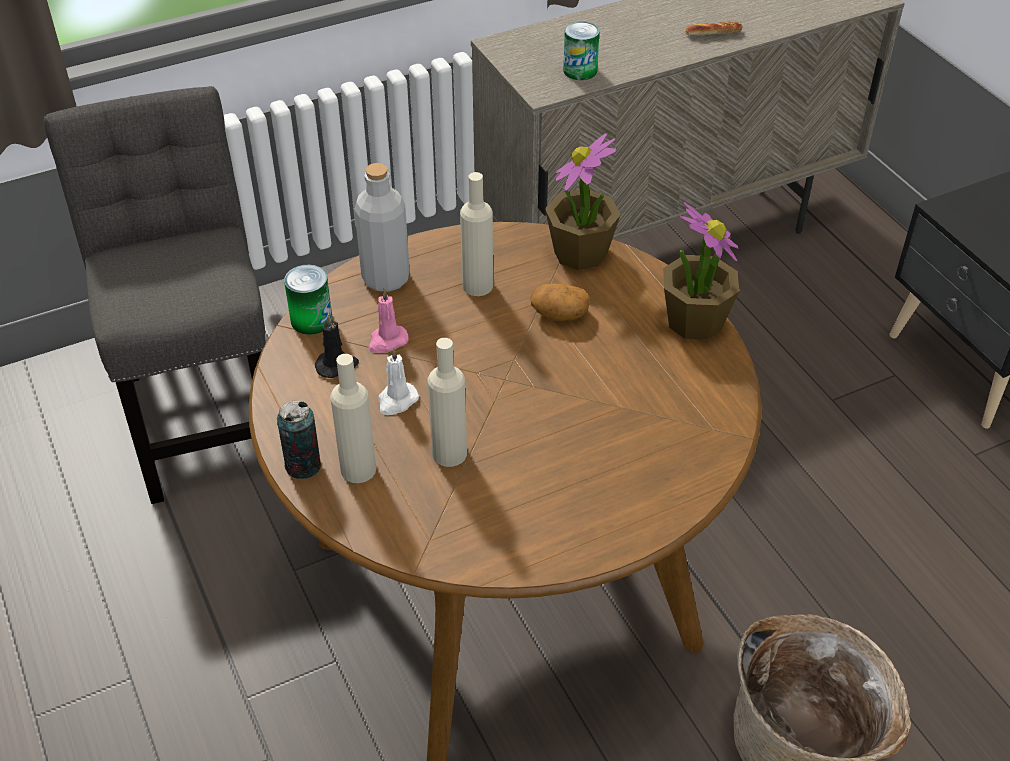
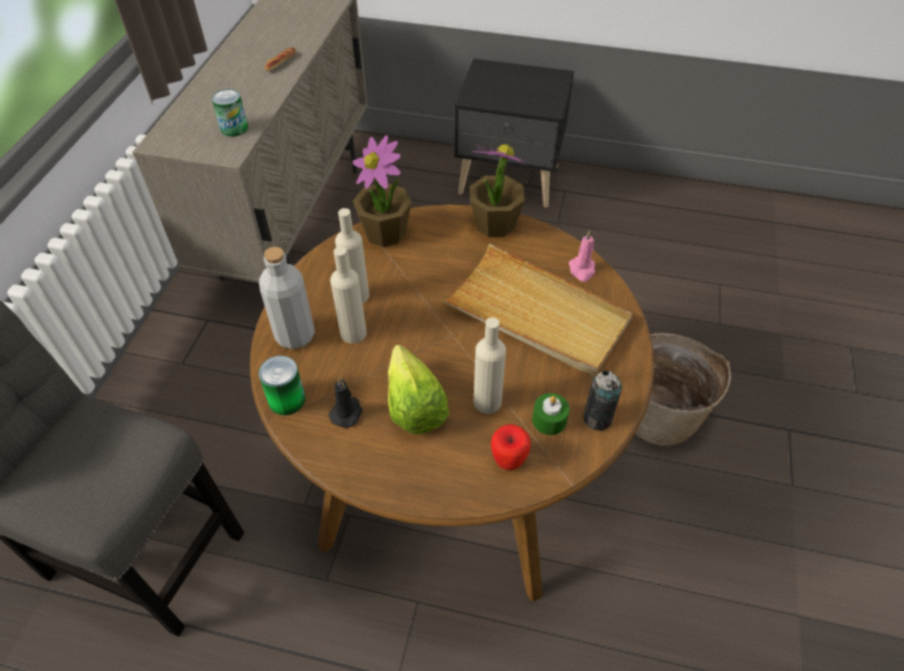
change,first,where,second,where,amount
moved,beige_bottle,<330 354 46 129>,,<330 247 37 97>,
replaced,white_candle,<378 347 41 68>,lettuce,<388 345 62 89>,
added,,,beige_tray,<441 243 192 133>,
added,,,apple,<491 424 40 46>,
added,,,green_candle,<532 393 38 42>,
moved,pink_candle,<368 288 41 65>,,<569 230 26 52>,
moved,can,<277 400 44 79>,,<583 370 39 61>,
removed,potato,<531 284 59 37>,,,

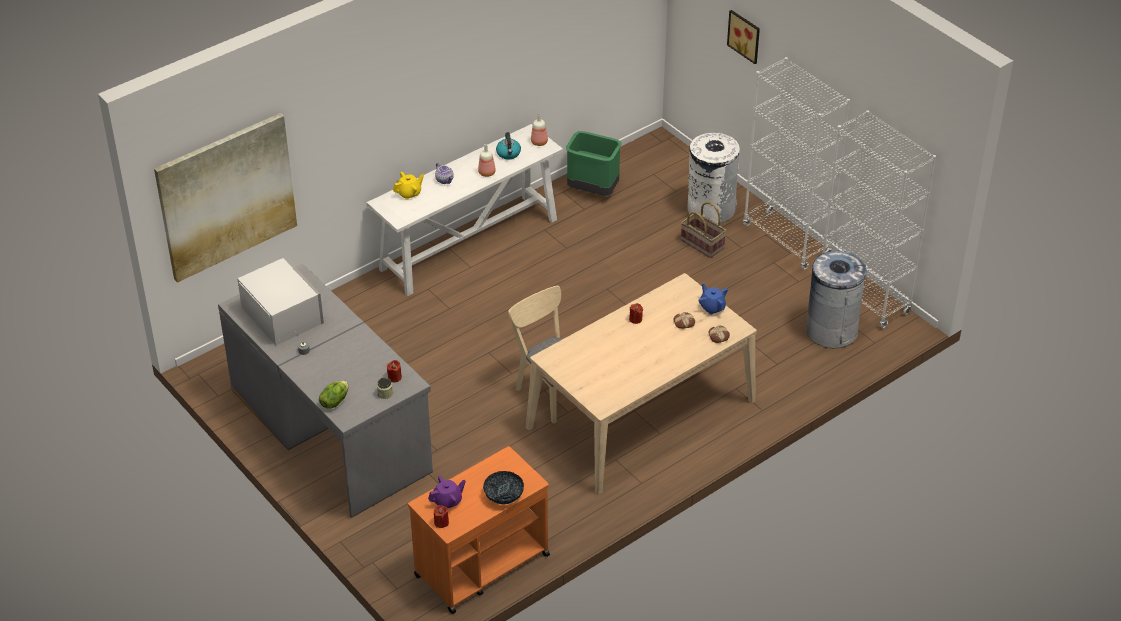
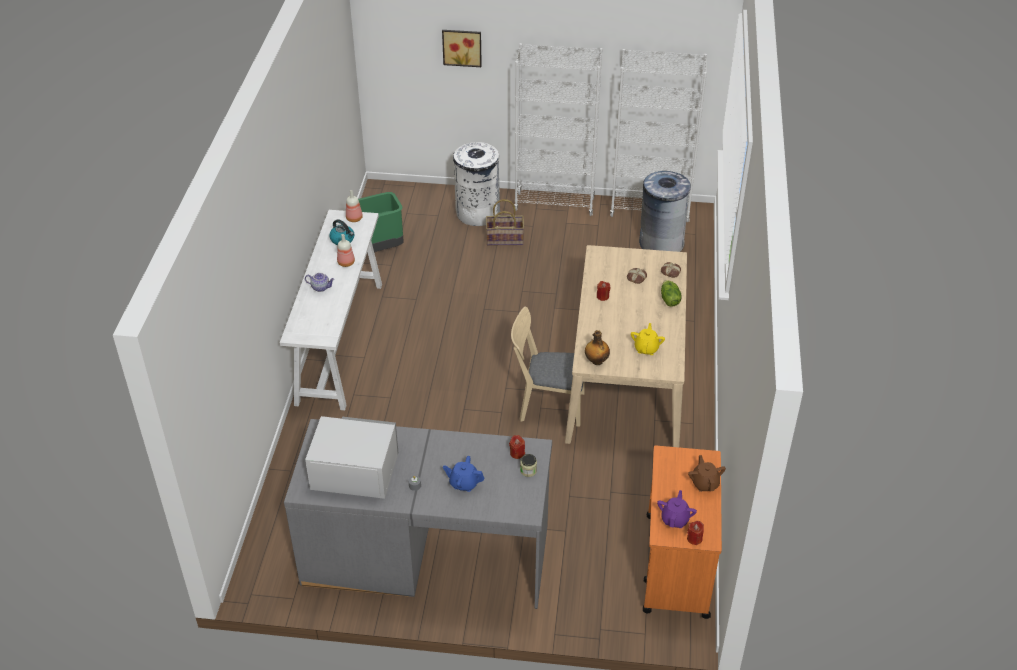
change,first,where,second,where,amount
moved,blue_teapot,<699 283 29 32>,,<443 456 41 36>,
added,,,bottle,<585 330 25 35>,
moved,yellow_teapot,<393 172 31 28>,,<631 323 34 32>,
moved,lettuce,<319 381 30 28>,,<661 280 21 27>,
replaced,bowl,<483 471 41 33>,brown_teapot,<688 455 38 37>,
removed,picture,<154 113 143 170>,,,

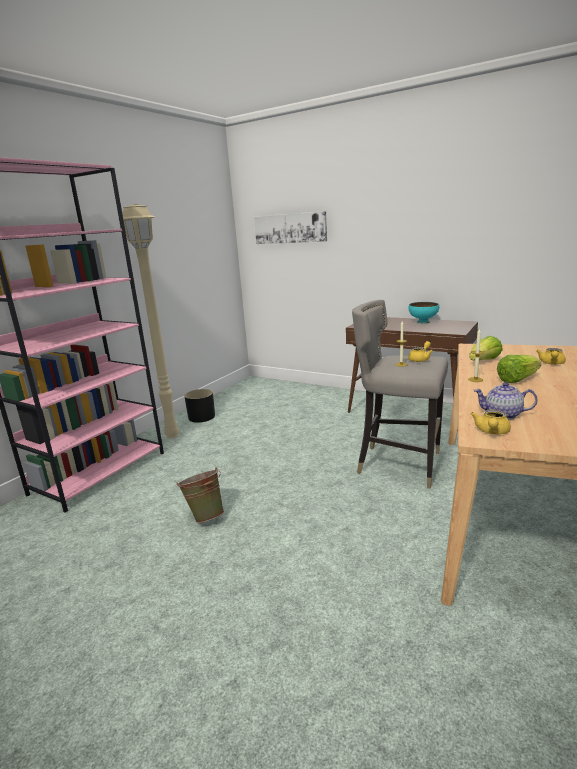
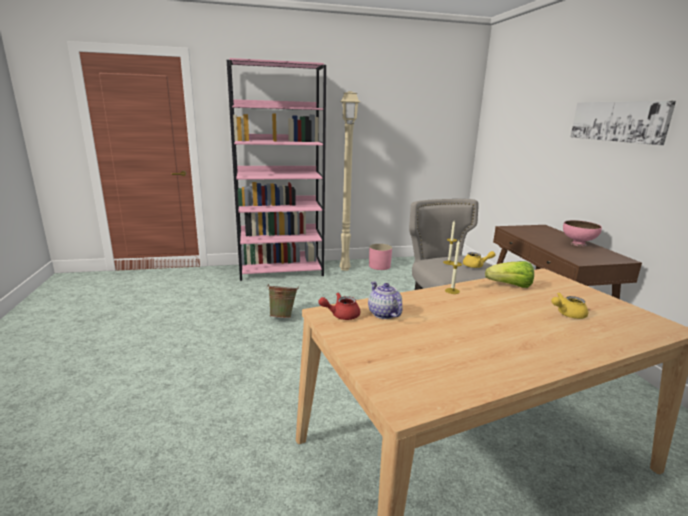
change,first,where,second,where,amount
recoloured,yellow_teapot,<471 409 40 26>,red_teapot,<318 293 42 27>,
recoloured,black_planter,<184 389 31 34>,pink_planter,<369 244 23 26>,
recoloured,turquoise_bowl,<408 302 31 22>,pink_bowl,<563 220 39 27>,
moved,picture,<254 211 73 33>,,<571 101 105 44>,
removed,lettuce,<497 355 44 28>,,,

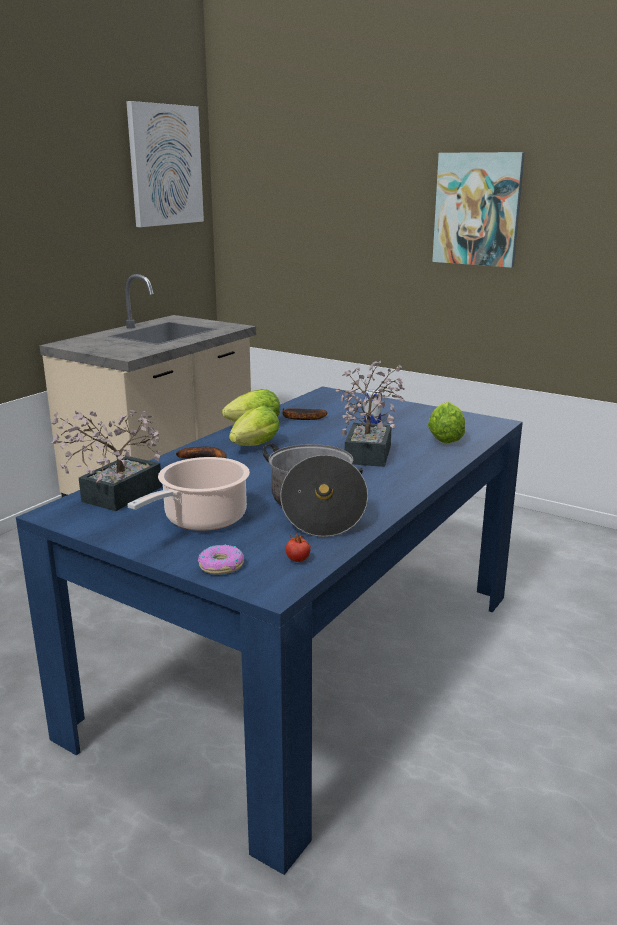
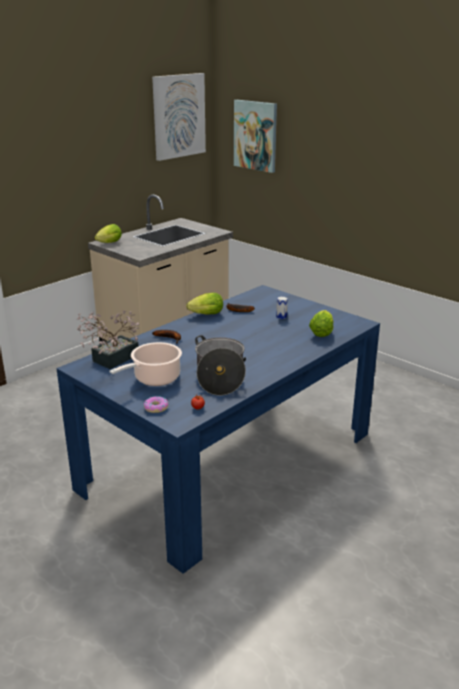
change,first,where,second,where,amount
moved,lettuce,<229 405 51 41>,,<95 224 27 19>,
moved,picture,<432 152 93 116>,,<234 100 43 73>,
removed,potted_plant,<335 361 70 106>,,,

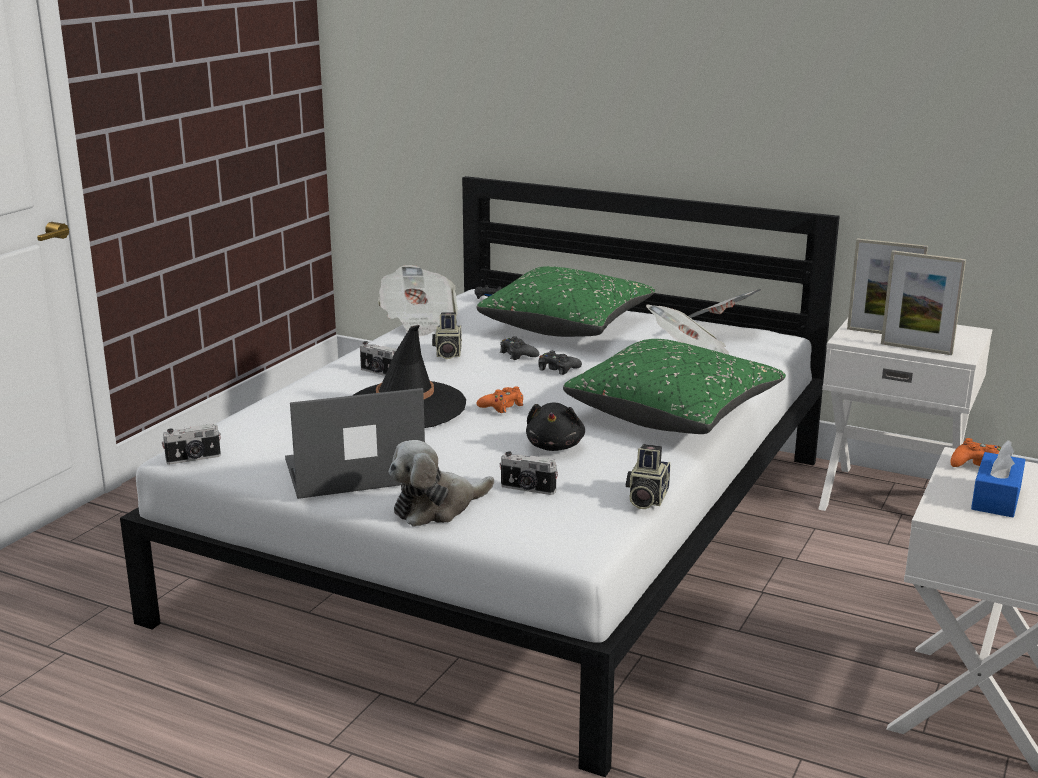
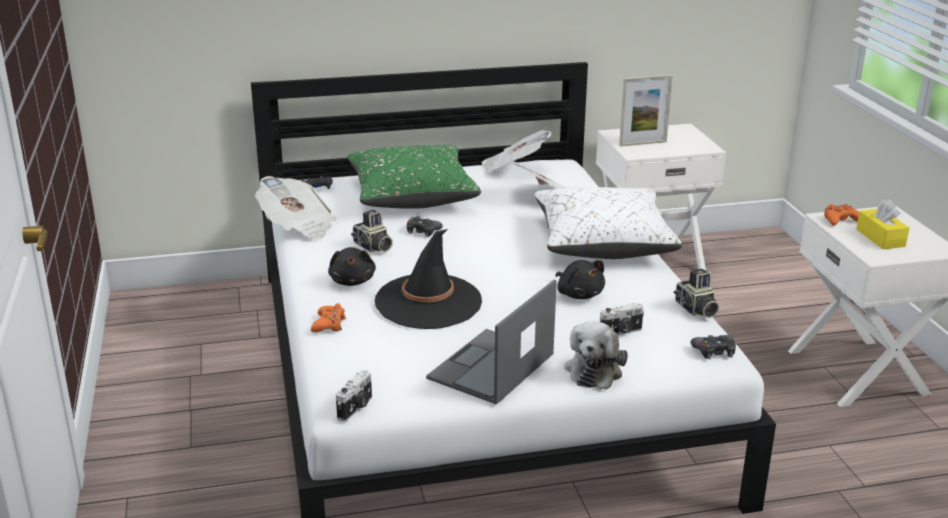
change,first,where,second,where,amount
moved,orange_game_controller,<477 386 46 27>,,<311 303 35 29>,
replaced,photo_camera,<360 341 37 35>,black_plush_toy,<328 247 48 39>,
recoloured,green_pillow,<563 339 223 95>,white_pillow,<534 187 148 72>,
moved,black_game_controller,<538 351 44 24>,,<691 335 45 24>,
recoloured,blue_tissue_box,<971 440 54 77>,yellow_tissue_box,<856 200 53 49>,
removed,picture_frame,<881 250 85 105>,,,

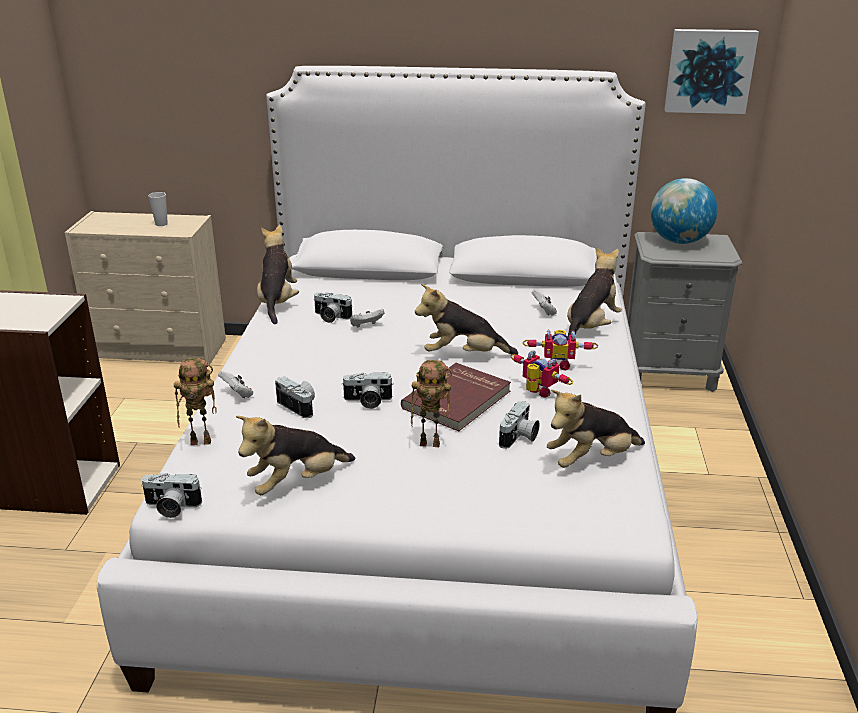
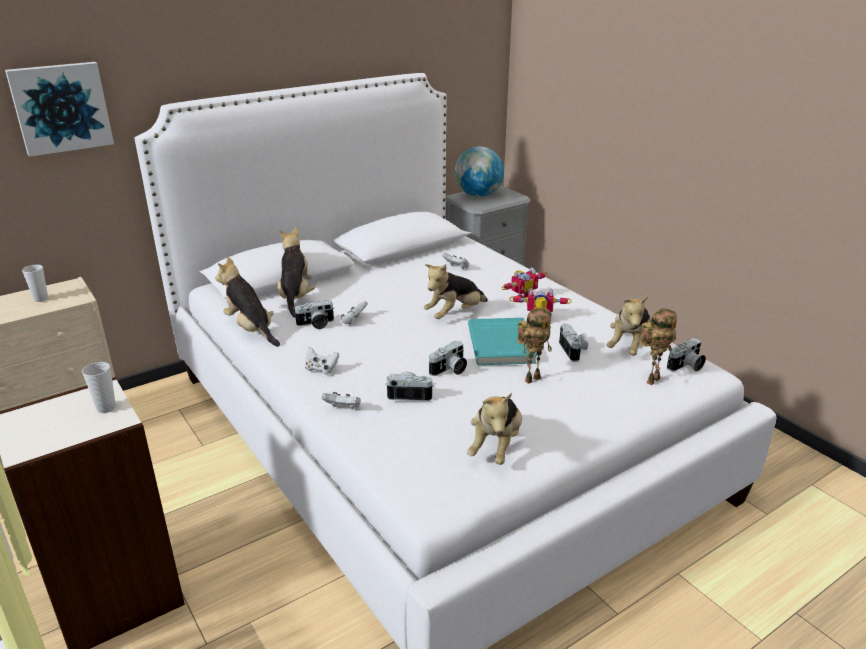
change,first,where,second,where,amount
moved,picture,<664 29 95 85>,,<5 62 109 95>,
added,,,cup,<82 362 34 51>,
moved,plush_toy,<567 247 55 90>,,<277 227 38 91>,
added,,,white_game_controller,<305 347 34 27>,
recoloured,red_book,<401 363 110 68>,turquoise_book,<468 318 69 47>,
moved,toy_robot,<174 358 43 87>,,<639 308 38 77>,
moved,photo_camera,<141 473 61 45>,,<667 338 39 34>,

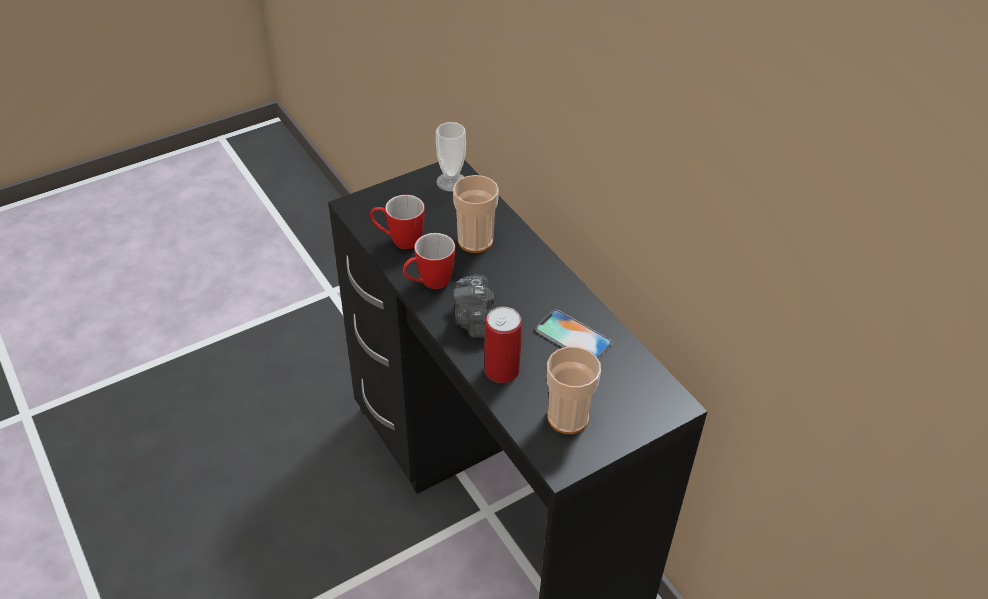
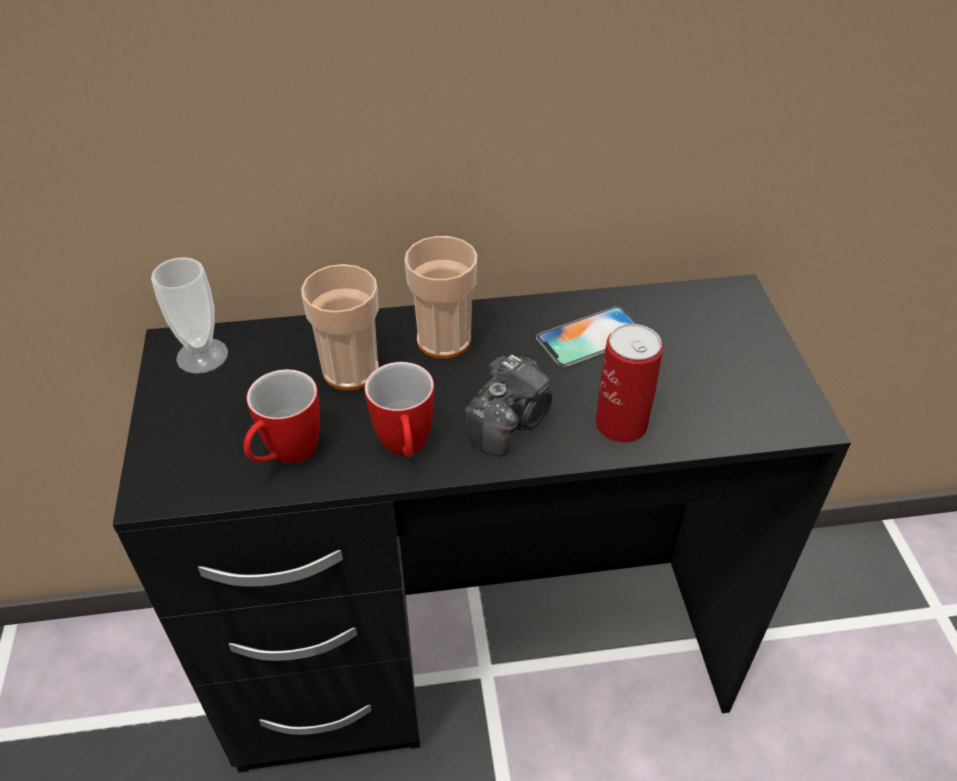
change,first,where,second,where,amount
moved,cup,<547 346 54 88>,,<404 236 73 123>,
turned,photo_camera,<453 275 41 63>,,<464 355 88 101>,75 degrees counterclockwise

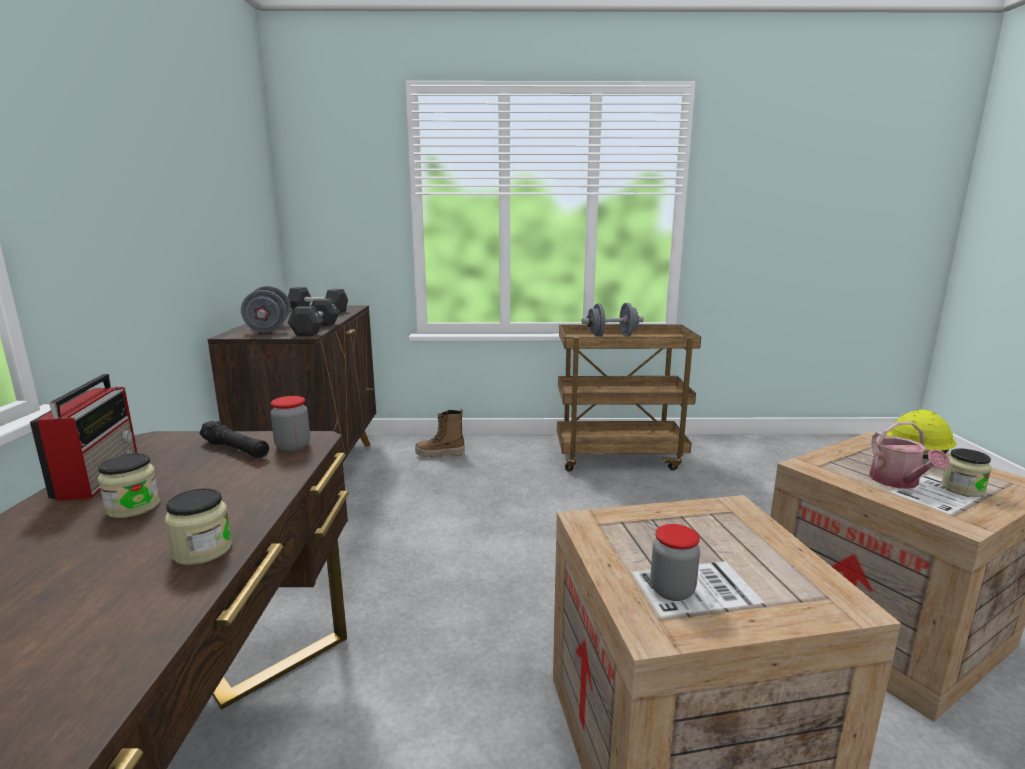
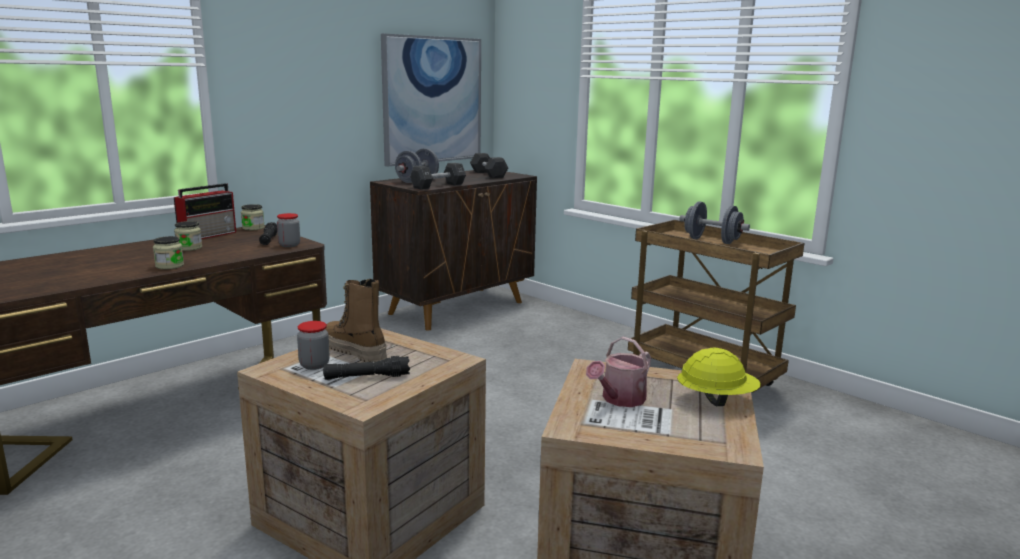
change,first,where,second,where,amount
moved,jar,<941 449 51 48>,,<241 204 24 26>,
added,,,black_flashlight,<323 356 87 24>,
moved,boot,<415 409 50 49>,,<326 279 61 84>,
added,,,picture,<381 33 100 134>,

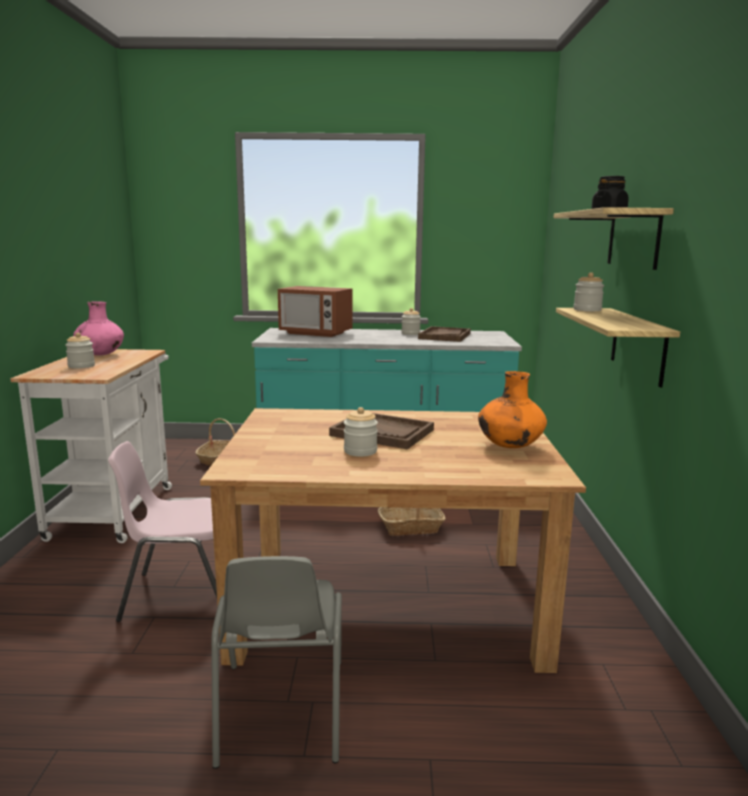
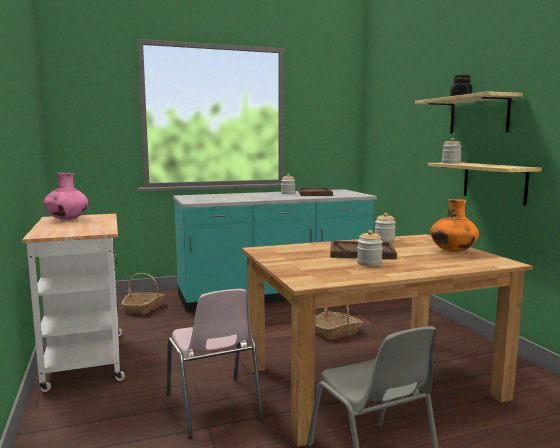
change,first,where,second,where,amount
turned,pink_chair,<108 441 109 181>,,<167 289 96 149>,90 degrees counterclockwise
moved,jar,<65 333 30 36>,,<375 213 21 29>,
removed,microwave,<278 286 75 51>,,,

